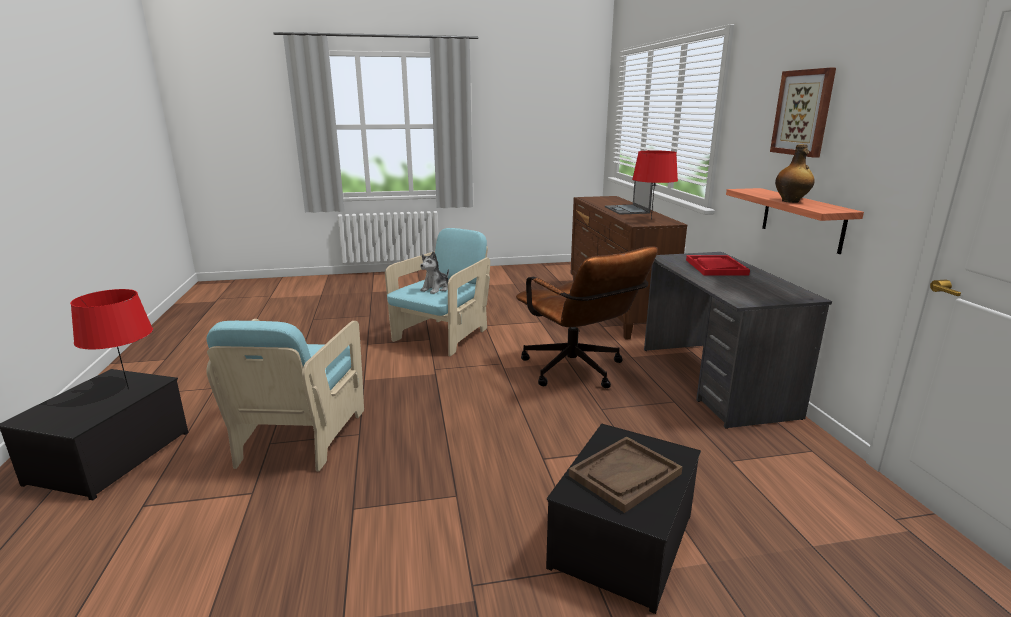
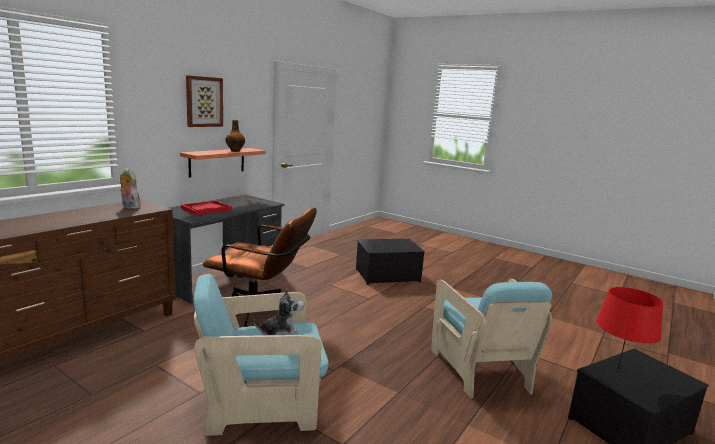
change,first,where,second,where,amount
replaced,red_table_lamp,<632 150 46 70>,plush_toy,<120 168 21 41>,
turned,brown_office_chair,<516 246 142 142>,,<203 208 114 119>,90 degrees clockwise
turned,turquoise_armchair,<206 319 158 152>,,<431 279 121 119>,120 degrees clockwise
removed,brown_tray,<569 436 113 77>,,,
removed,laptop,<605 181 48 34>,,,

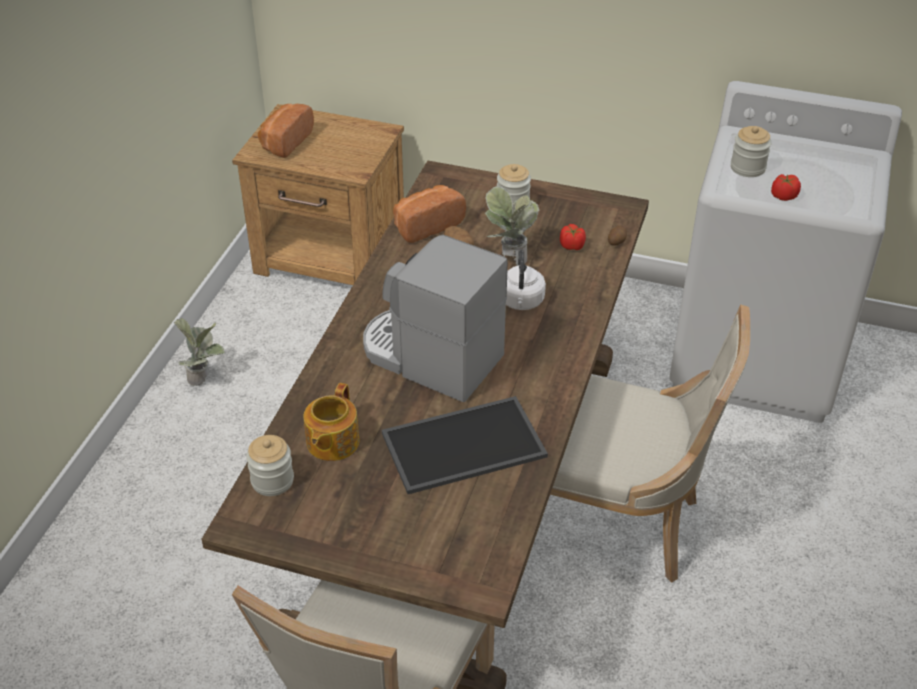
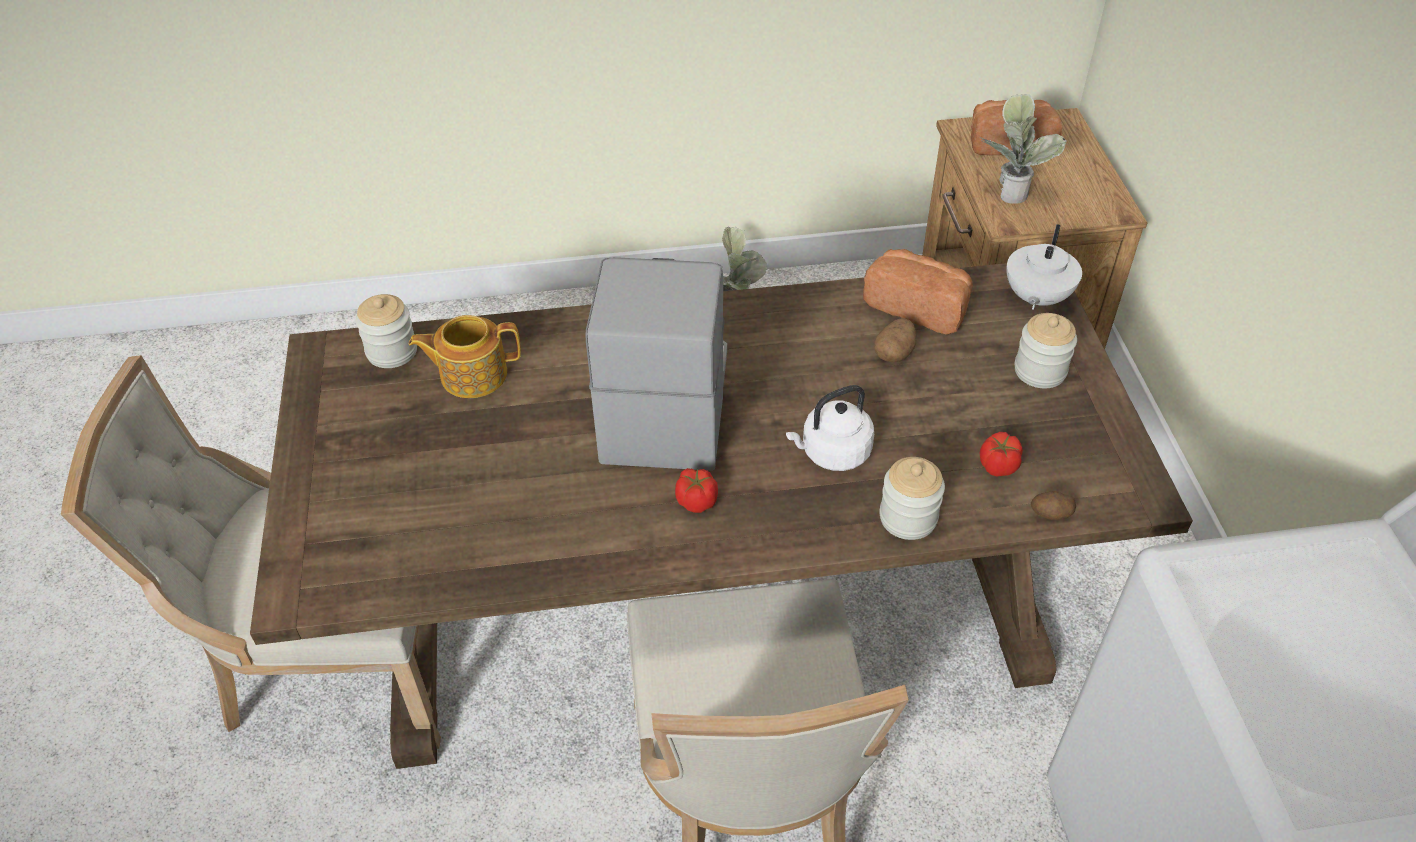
change,first,where,second,where,amount
moved,tomato,<771 174 30 27>,,<675 468 43 45>,
moved,jar,<731 126 41 51>,,<879 457 66 83>,
moved,potted_plant,<485 186 54 80>,,<979 94 88 109>,
added,,,white_teapot,<1006 224 76 86>,
removed,tray,<382 396 166 98>,,,

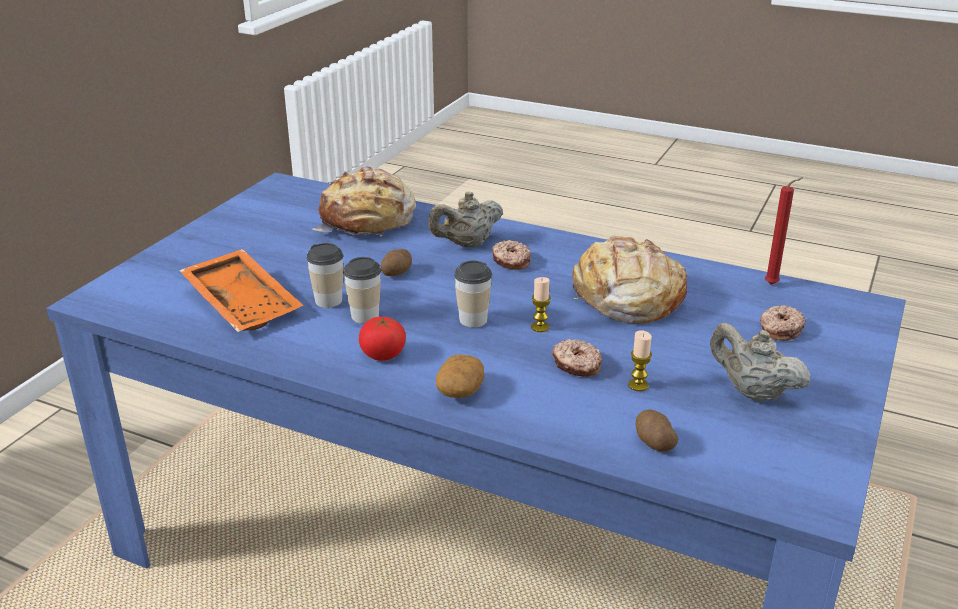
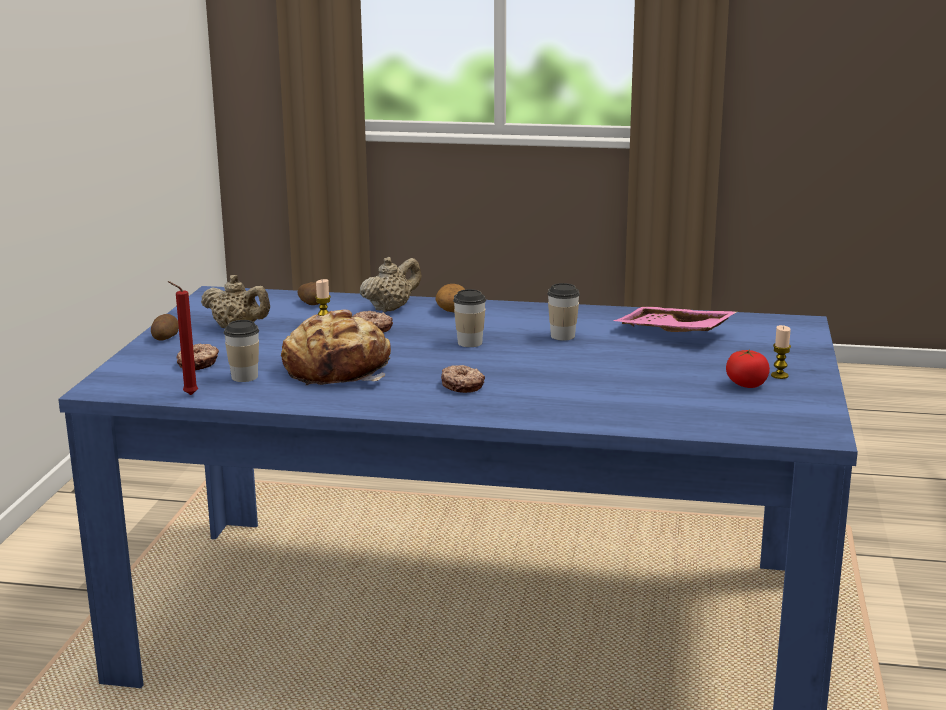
change,first,where,second,where,amount
moved,potato,<381 249 31 27>,,<151 314 28 27>,
moved,cup,<306 243 38 65>,,<224 320 35 62>,
moved,beige_teapot,<428 192 75 56>,,<360 257 61 55>,
recoloured,orange_tray,<179 249 125 83>,pink_tray,<613 307 124 25>,
moved,tomato,<359 317 47 44>,,<726 349 44 39>,
moved,candle,<531 277 20 55>,,<771 325 20 54>,
removed,bread,<312 166 104 71>,,,

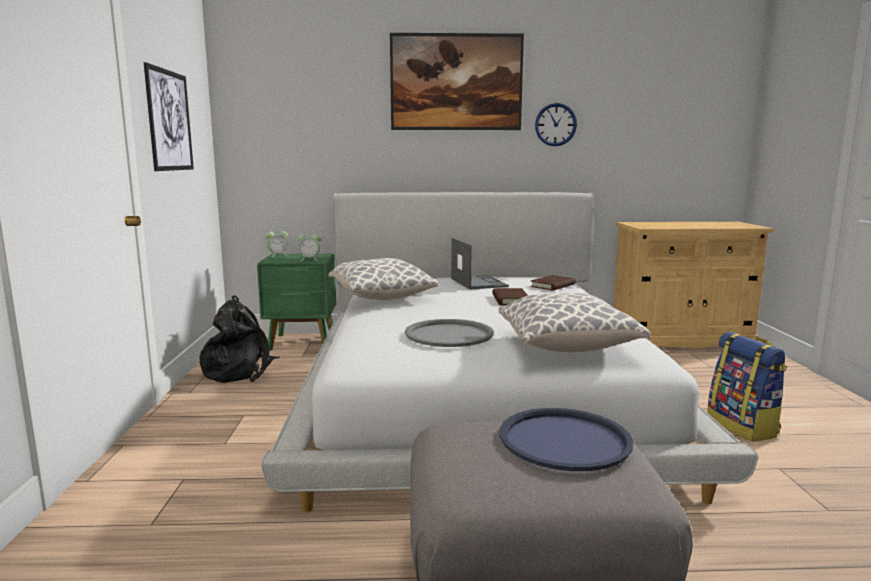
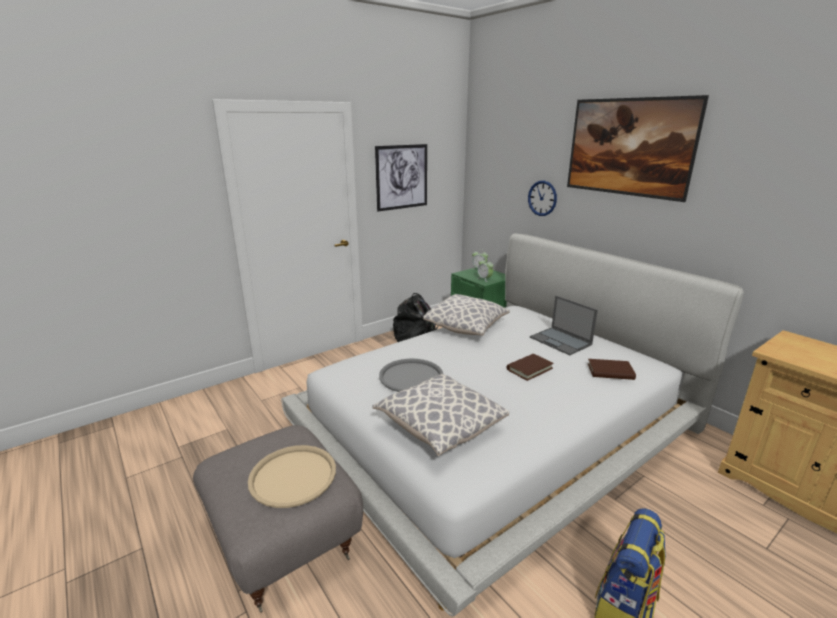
change,first,where,second,where,amount
recoloured,blue_tray,<500 408 133 63>,beige_tray,<248 445 88 63>,
moved,wall_clock,<535 103 42 43>,,<528 181 29 35>,
turned,laptop,<451 238 58 52>,,<530 296 68 59>,105 degrees clockwise

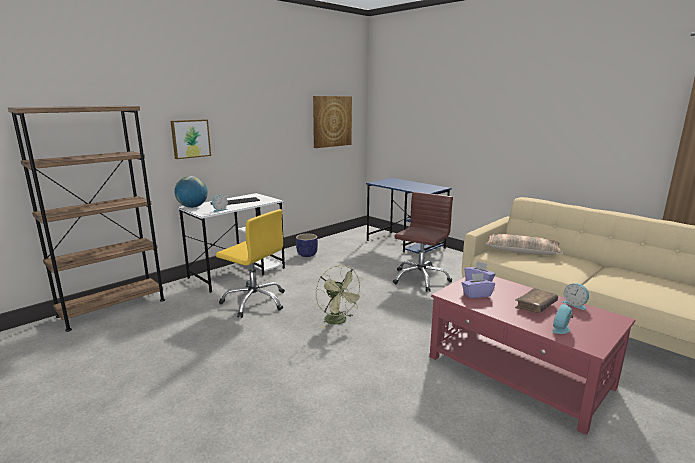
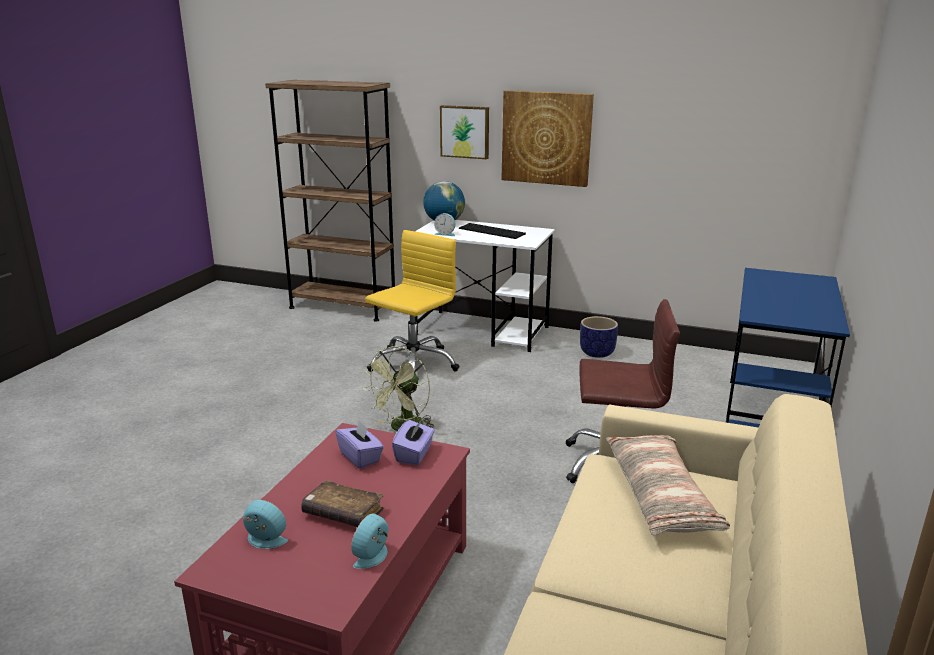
change,first,where,second,where,amount
turned,yellow_office_chair,<216 209 69 109>,,<365 230 95 142>,150 degrees counterclockwise
moved,picture,<313 96 39 52>,,<501 90 93 97>,

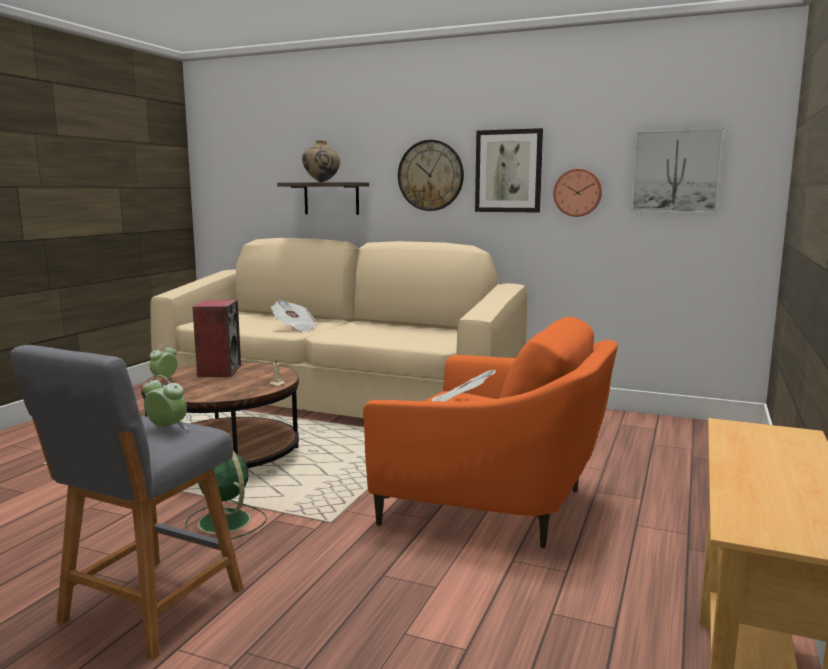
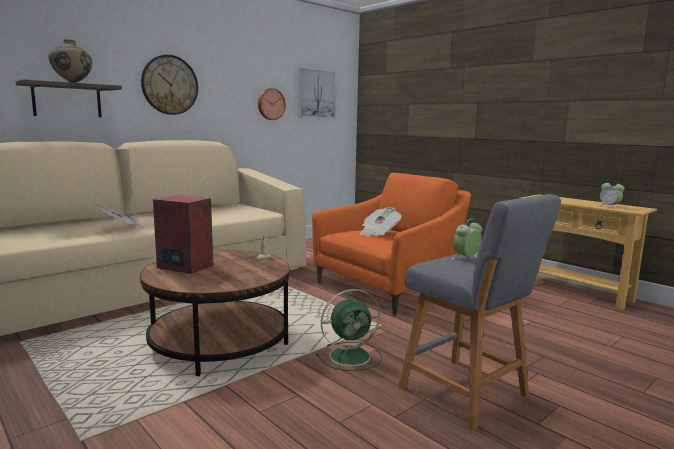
change,first,where,second,where,amount
moved,alarm_clock,<149 344 29 37>,,<600 180 25 29>,
removed,picture,<475 128 68 85>,,,

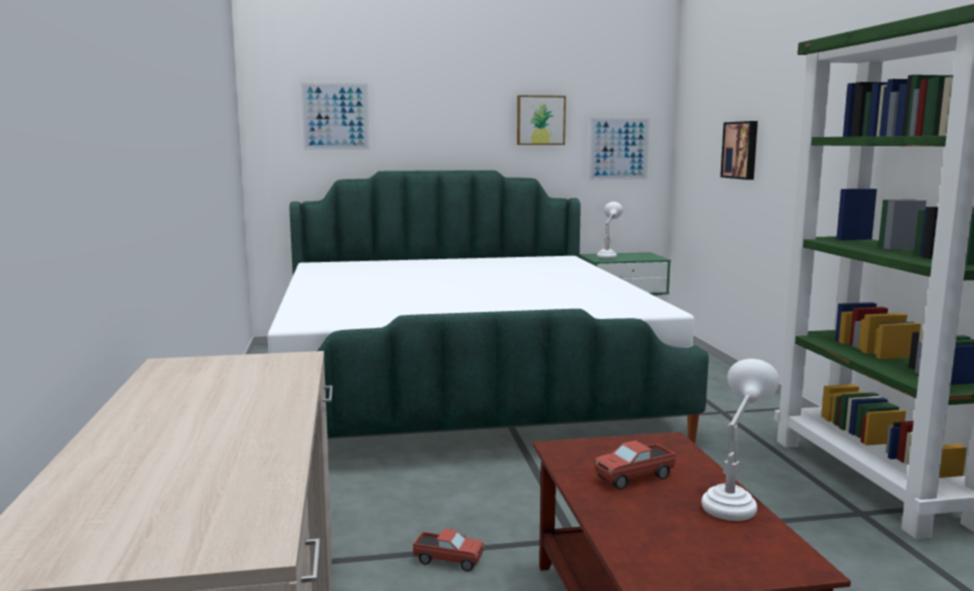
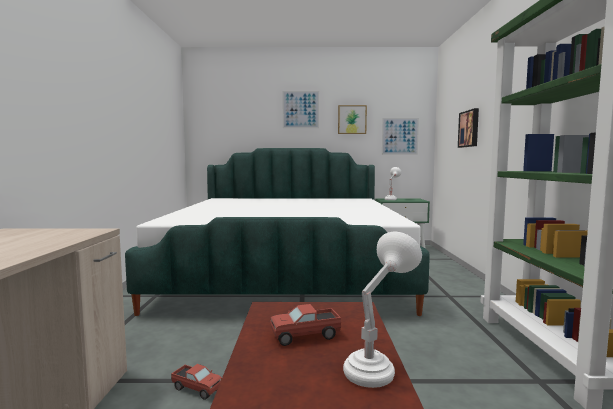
change,first,where,second,where,amount
moved,picture,<301 82 69 68>,,<282 91 37 37>,

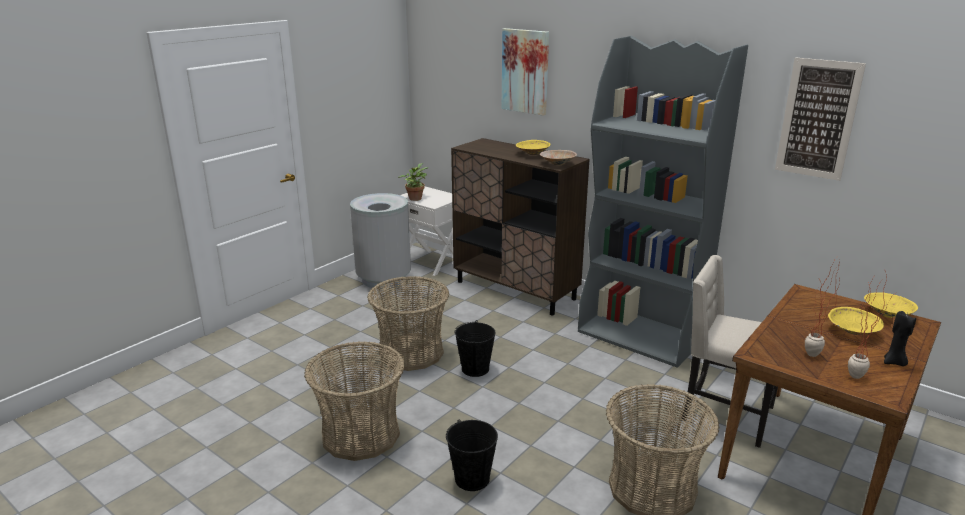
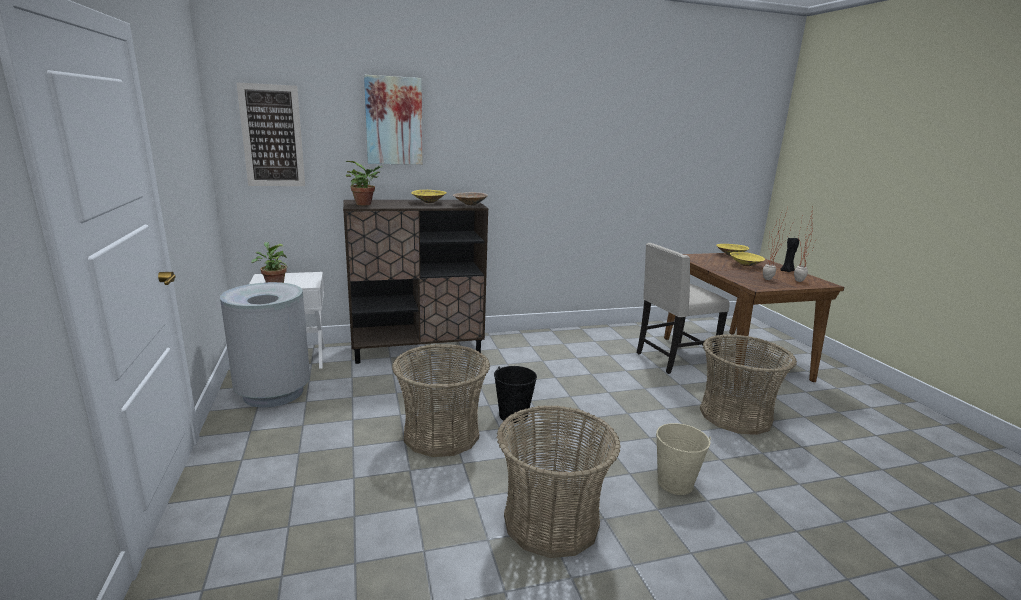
change,first,where,second,where,amount
moved,picture,<775 57 91 124>,,<236 82 69 104>,
added,,,potted_plant,<346 161 36 44>,
recoloured,black_bucket,<446 419 52 72>,beige_bucket,<656 423 55 72>,
removed,grey_bookcase,<578 36 170 332>,,,

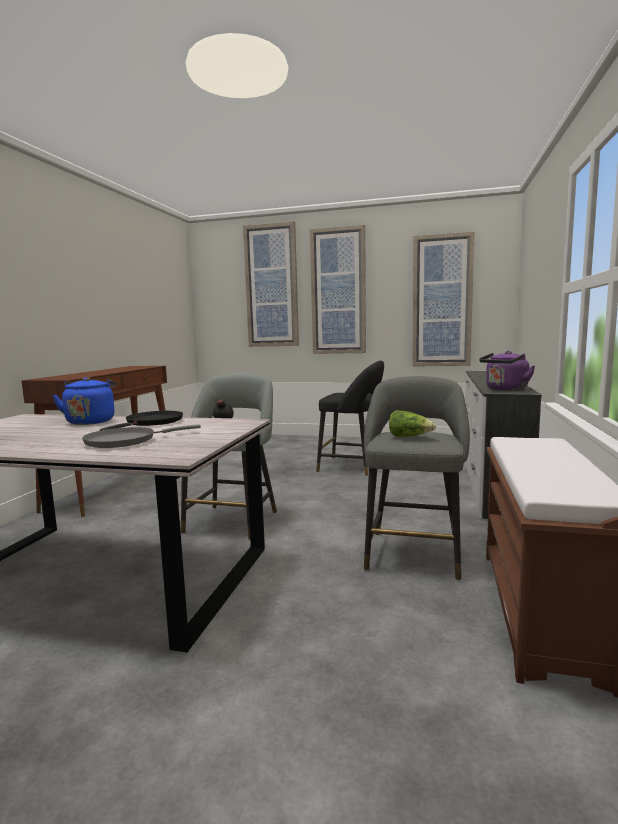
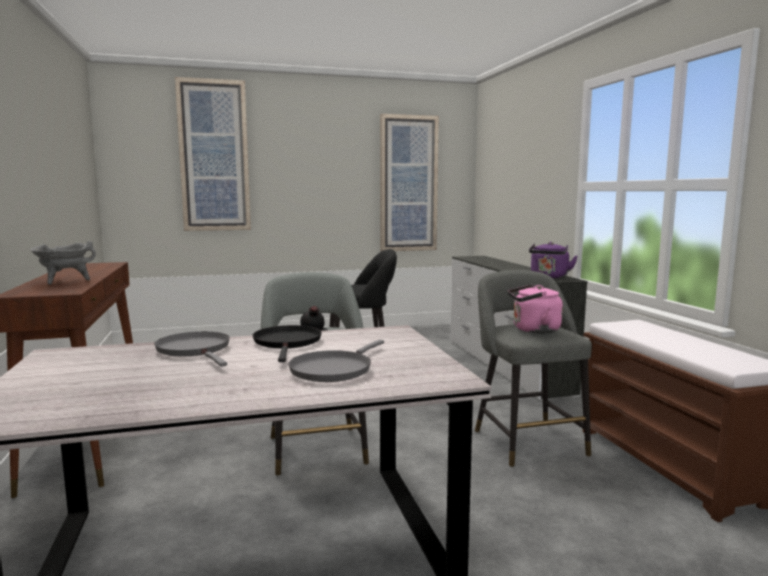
change,first,where,second,where,amount
added,,,grey_cooking_pot,<30 241 66 44>,
replaced,blue_kettle,<52 377 65 48>,grey_frying_pan,<154 331 76 36>,
replaced,lettuce,<389 410 47 27>,pink_kettle,<508 284 55 49>,
removed,picture,<310 225 56 129>,,,

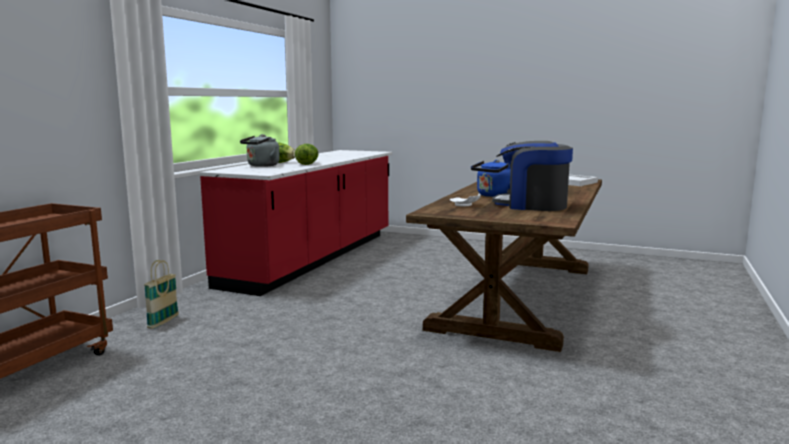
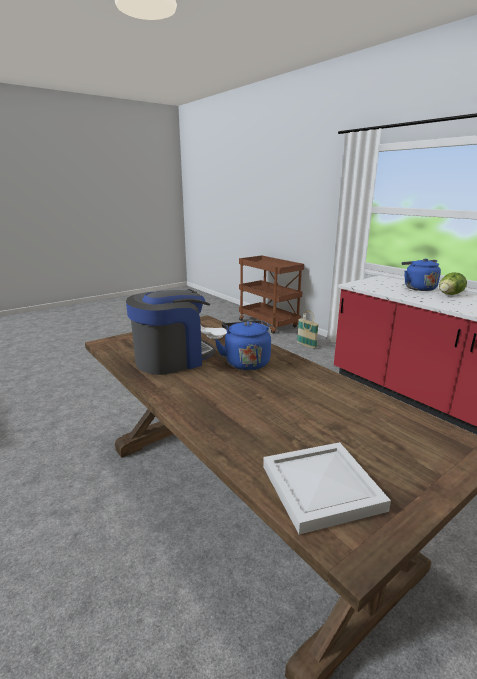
change,first,where,second,where,amount
recoloured,grey_kettle,<240 134 40 33>,blue_kettle,<402 258 39 33>,
removed,lettuce,<295 144 23 21>,,,

